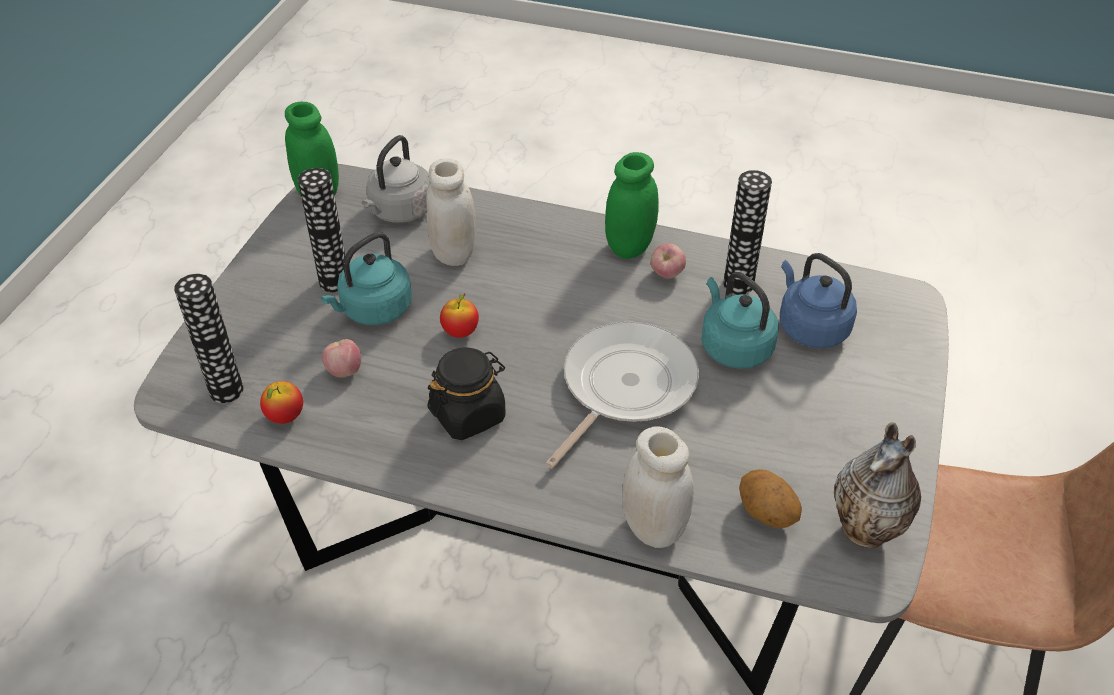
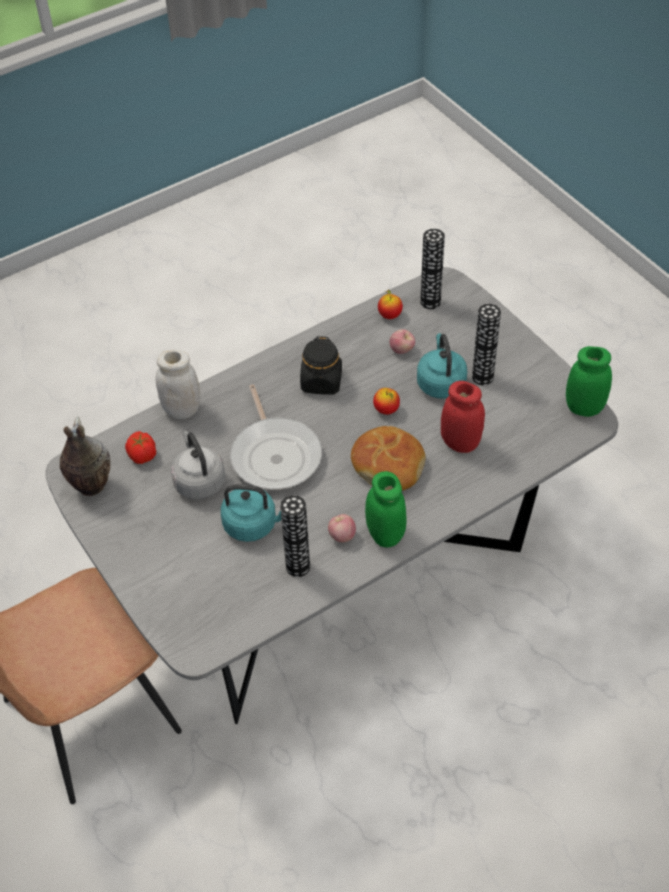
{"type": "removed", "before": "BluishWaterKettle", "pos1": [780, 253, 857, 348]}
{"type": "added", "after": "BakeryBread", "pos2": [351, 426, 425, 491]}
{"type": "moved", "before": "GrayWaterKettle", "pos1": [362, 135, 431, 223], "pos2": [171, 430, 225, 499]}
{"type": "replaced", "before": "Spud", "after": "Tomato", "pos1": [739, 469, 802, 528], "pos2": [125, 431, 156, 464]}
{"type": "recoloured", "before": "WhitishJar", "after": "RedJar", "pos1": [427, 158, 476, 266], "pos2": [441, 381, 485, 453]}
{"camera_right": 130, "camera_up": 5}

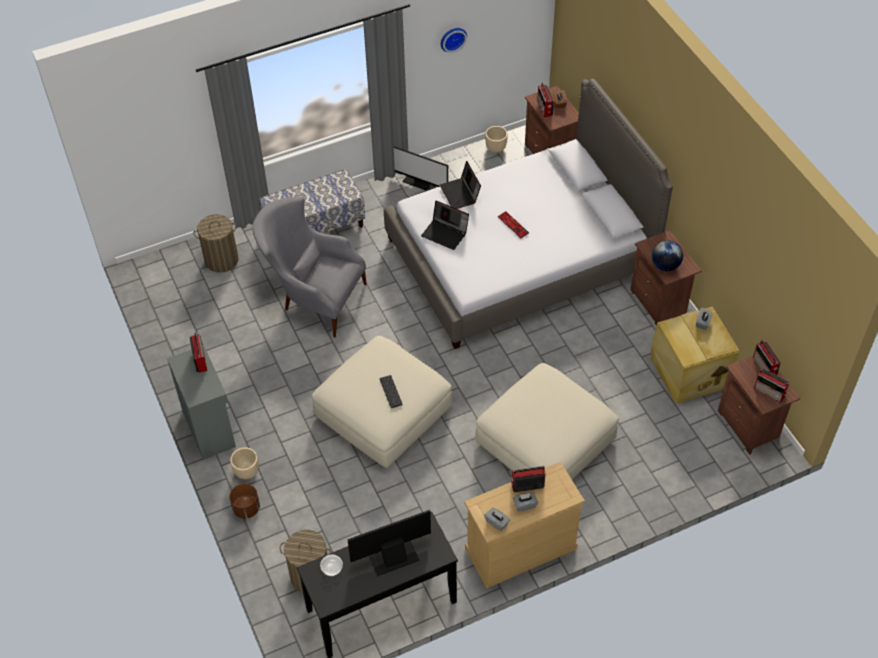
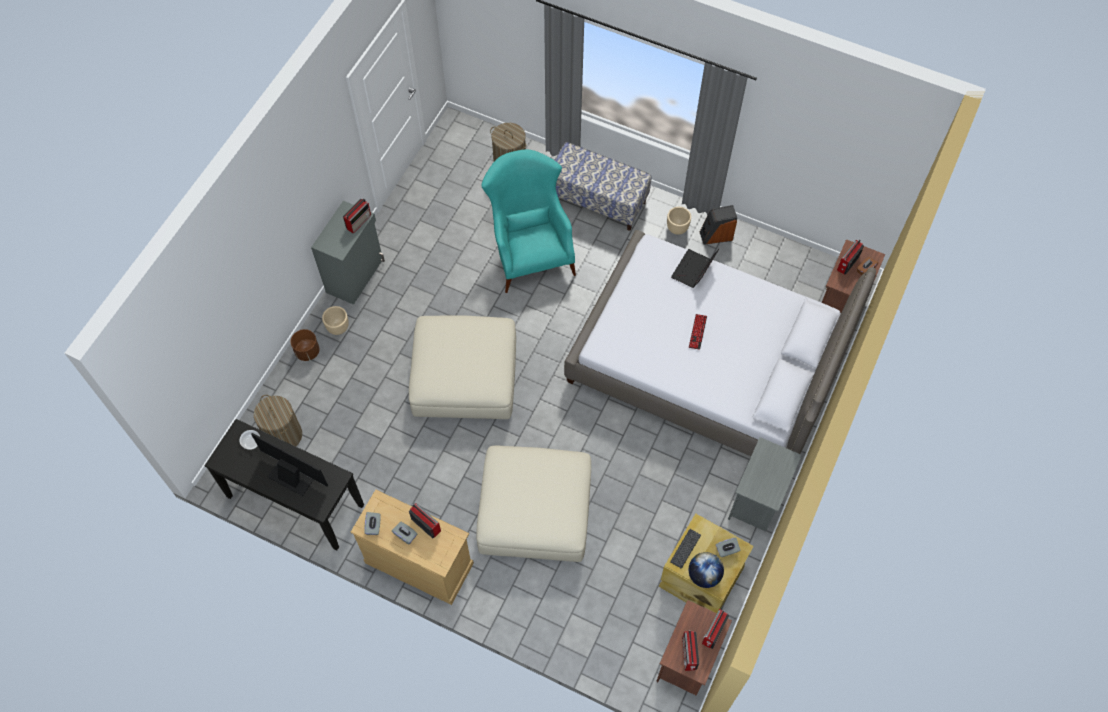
{"type": "removed", "before": "NotebookComputer", "pos1": [421, 201, 469, 250]}
{"type": "removed", "before": "ClockOnTheWall", "pos1": [441, 28, 467, 53]}
{"type": "moved", "before": "PcKeyboard", "pos1": [380, 375, 403, 408], "pos2": [670, 529, 701, 569]}
{"type": "moved", "before": "SandColouredFlowerPot", "pos1": [485, 126, 508, 153], "pos2": [667, 207, 691, 235]}
{"type": "moved", "before": "DeskGlobe", "pos1": [652, 240, 683, 271], "pos2": [689, 552, 724, 588]}
{"type": "replaced", "before": "ComputerScreen", "after": "AudioSpeaker", "pos1": [394, 146, 448, 191], "pos2": [700, 205, 737, 244]}
{"type": "recoloured", "before": "GrayEasyChair", "after": "TurquoiseEasyChair", "pos1": [252, 196, 367, 338], "pos2": [482, 149, 576, 293]}
{"type": "recoloured", "before": "BrownBedsideTable", "after": "GrayBedsideTable", "pos1": [630, 230, 702, 326], "pos2": [728, 437, 802, 531]}
{"camera_right": 50, "camera_up": 10}

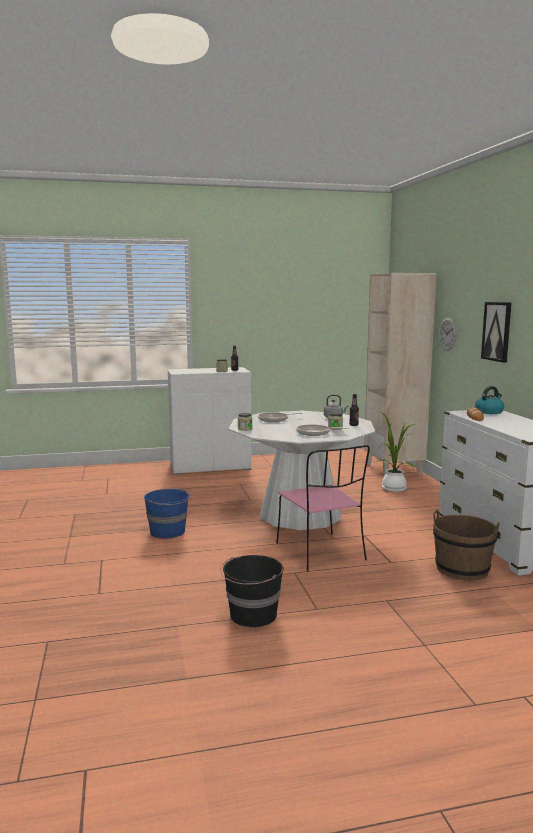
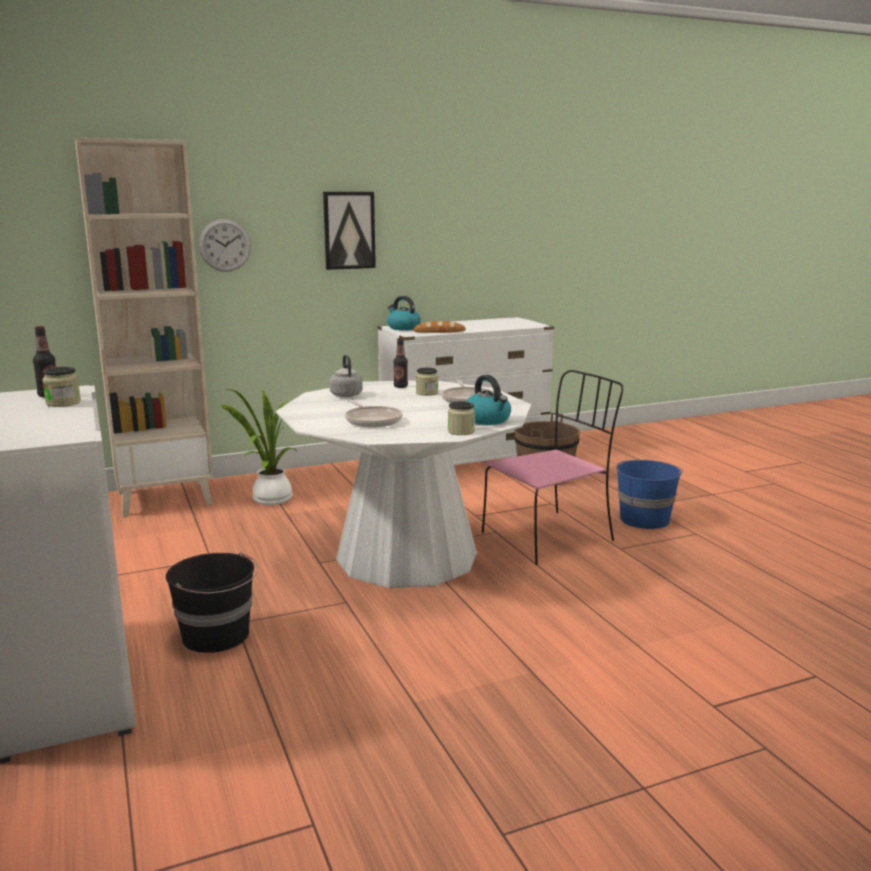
{"type": "added", "after": "WaterKettle", "pos2": [466, 375, 511, 425]}
{"type": "moved", "before": "BluishBucket", "pos1": [144, 489, 191, 539], "pos2": [616, 460, 683, 529]}
{"type": "moved", "before": "BlackColouredBucket", "pos1": [220, 555, 284, 627], "pos2": [166, 553, 258, 653]}
{"camera_right": -100, "camera_up": 5}

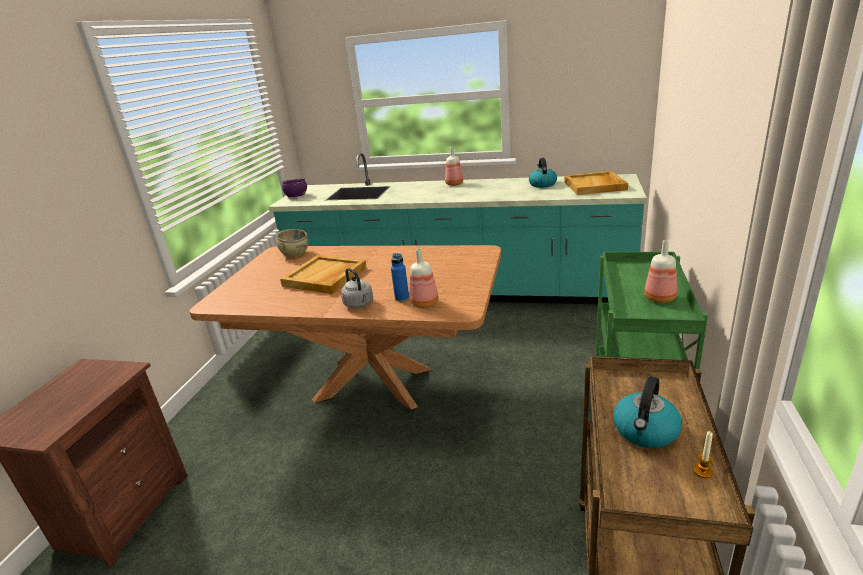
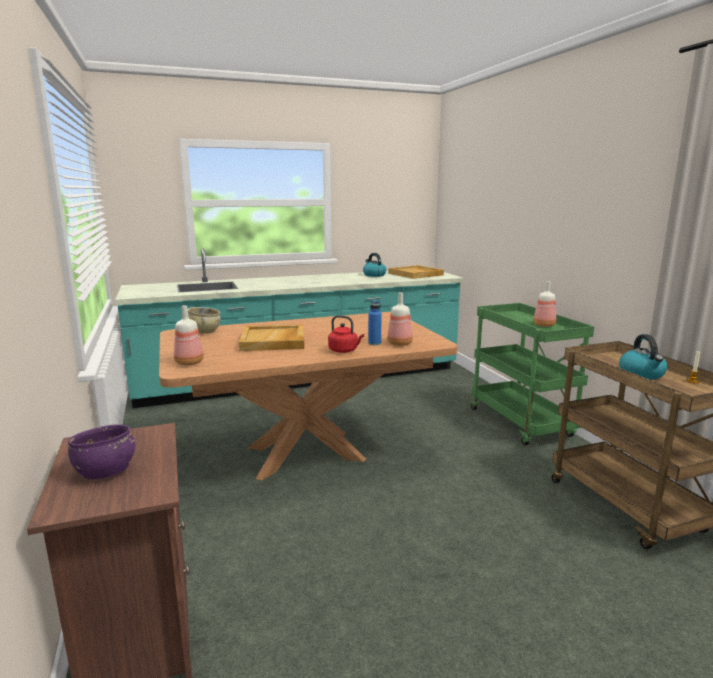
{"type": "moved", "before": "PurpleServingBowl", "pos1": [282, 178, 307, 197], "pos2": [68, 425, 135, 479]}
{"type": "moved", "before": "BeverageBottle", "pos1": [445, 147, 463, 186], "pos2": [174, 305, 204, 365]}
{"type": "recoloured", "before": "GrayWaterKettle", "after": "RedWaterKettle", "pos1": [341, 268, 373, 308], "pos2": [328, 315, 364, 353]}
{"camera_right": -35, "camera_up": -10}

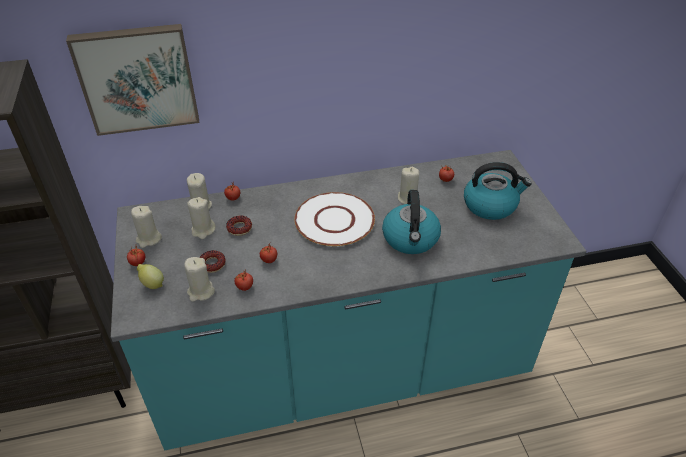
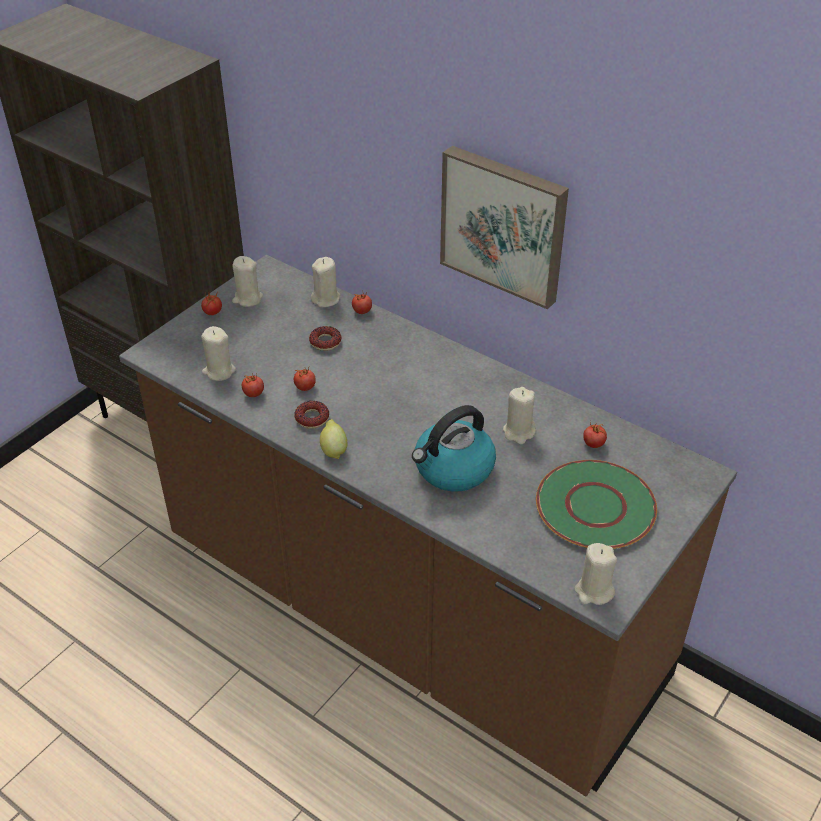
{"type": "removed", "before": "WhitishPlate", "pos1": [294, 192, 375, 246]}
{"type": "moved", "before": "WallArt", "pos1": [66, 24, 199, 136], "pos2": [440, 146, 569, 310]}
{"type": "moved", "before": "Lemon", "pos1": [137, 264, 164, 289], "pos2": [320, 419, 347, 459]}
{"type": "moved", "before": "SandColouredWaxLight", "pos1": [187, 197, 216, 239], "pos2": [575, 543, 617, 605]}
{"type": "moved", "before": "RingDoughnut", "pos1": [199, 250, 226, 273], "pos2": [294, 401, 329, 429]}
{"type": "replaced", "before": "WaterKettle", "after": "GreenishPlate", "pos1": [464, 162, 532, 220], "pos2": [536, 460, 657, 549]}
{"type": "recoloured", "before": "TurquoiseCounter", "after": "BrownCounter", "pos1": [111, 150, 586, 450], "pos2": [119, 255, 737, 796]}
{"camera_right": 50, "camera_up": 0}

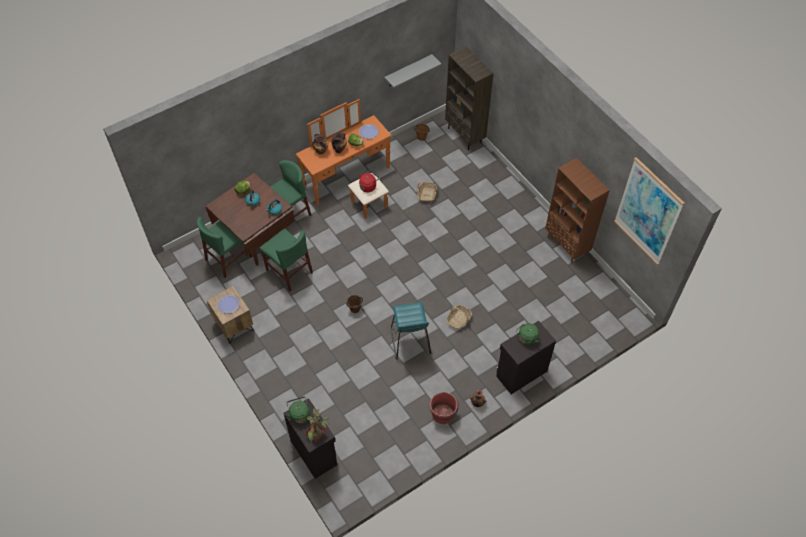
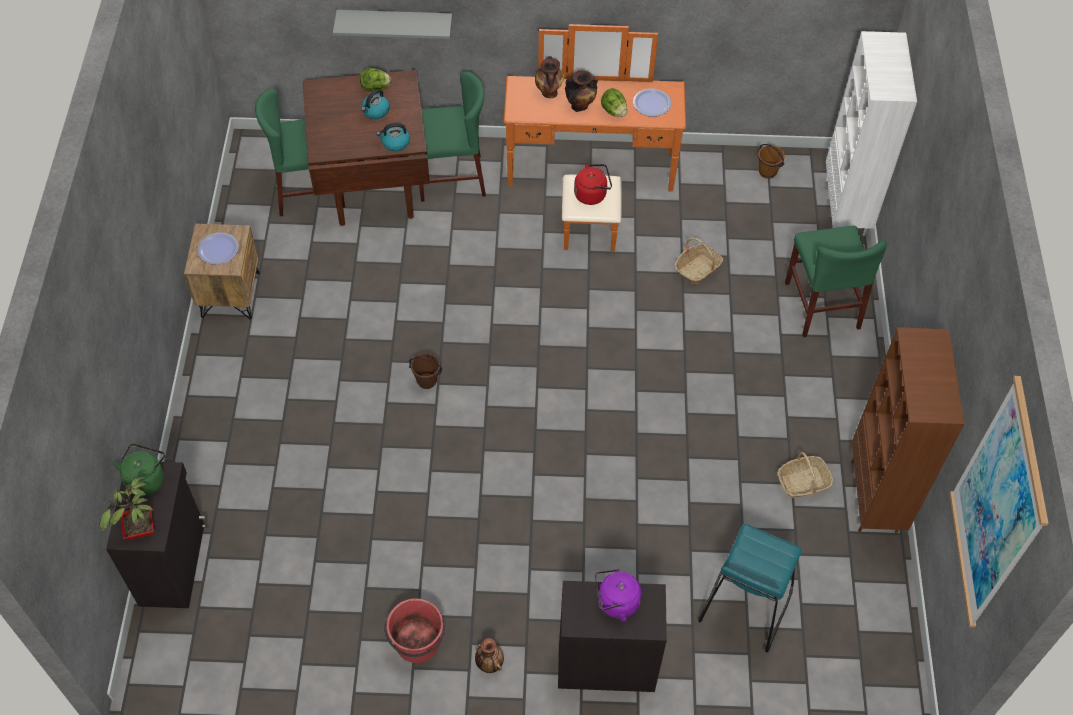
{"type": "moved", "before": "GreenishPlainChair", "pos1": [260, 229, 313, 291], "pos2": [785, 226, 887, 337]}
{"type": "moved", "before": "GrayWallShelf", "pos1": [384, 54, 442, 88], "pos2": [333, 10, 452, 39]}
{"type": "moved", "before": "TurquoiseStool", "pos1": [391, 302, 431, 359], "pos2": [698, 524, 802, 652]}
{"type": "moved", "before": "StorageBasket", "pos1": [446, 305, 472, 329], "pos2": [777, 452, 833, 498]}
{"type": "recoloured", "before": "BrownBookcase", "after": "WhitishBookcase", "pos1": [445, 46, 493, 150], "pos2": [825, 31, 917, 236]}
{"type": "recoloured", "before": "GreenishWaterKettle", "after": "PurpleWaterKettle", "pos1": [516, 323, 540, 345], "pos2": [595, 569, 641, 622]}
{"camera_right": 35, "camera_up": 0}

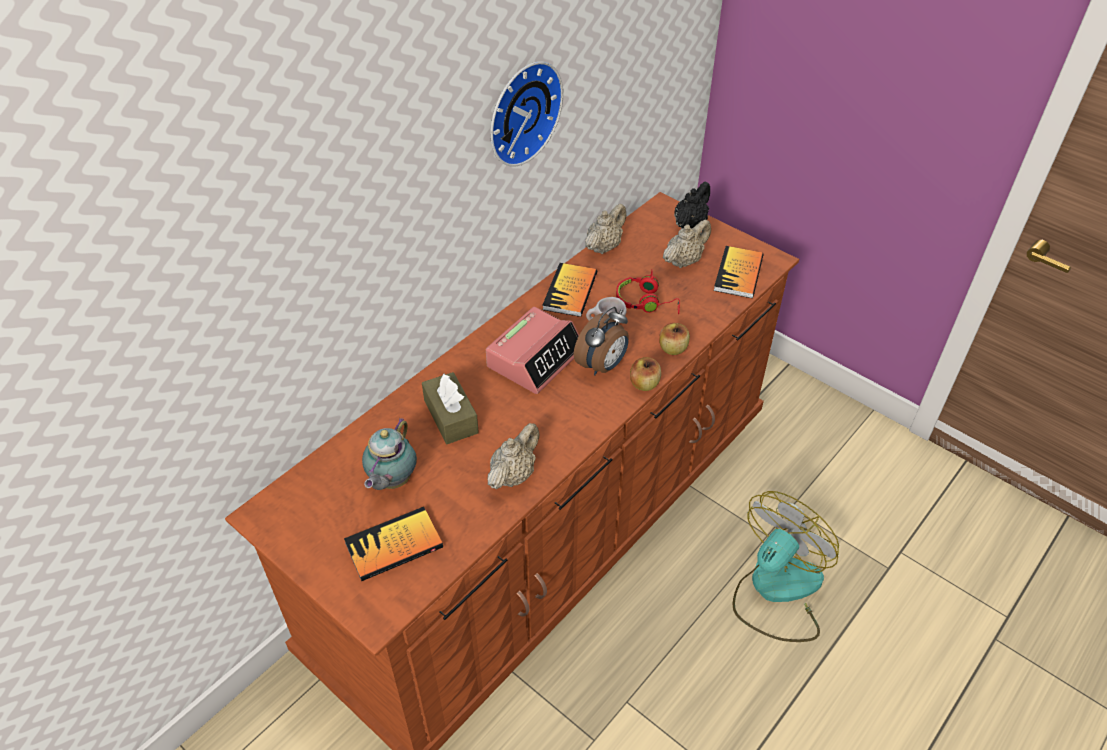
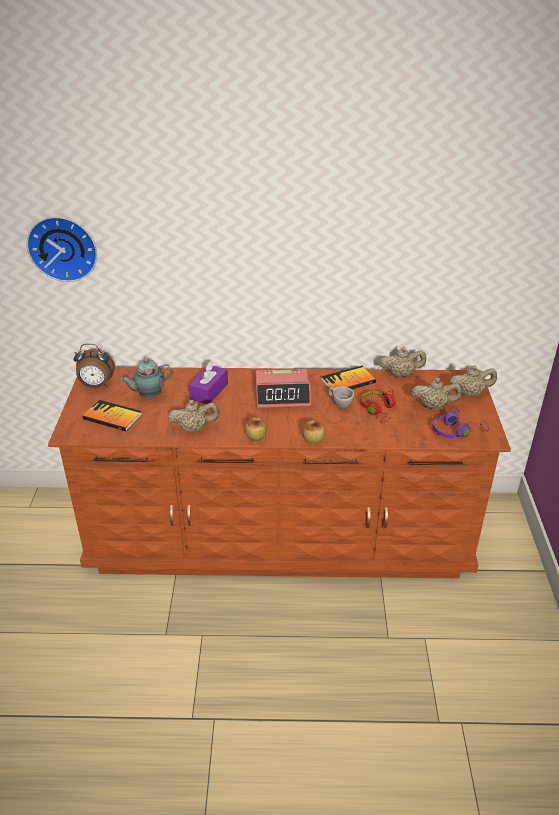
{"type": "removed", "before": "CoolingFan", "pos1": [733, 491, 839, 642]}
{"type": "moved", "before": "ClockOnTheWall", "pos1": [490, 61, 563, 167], "pos2": [26, 217, 97, 282]}
{"type": "moved", "before": "BedsideClock", "pos1": [574, 307, 629, 376], "pos2": [73, 343, 115, 388]}
{"type": "moved", "before": "Apple", "pos1": [659, 323, 690, 355], "pos2": [245, 417, 267, 441]}
{"type": "replaced", "before": "Volume", "after": "PurpleHeadset", "pos1": [714, 246, 764, 298], "pos2": [432, 406, 489, 439]}
{"type": "recoloured", "before": "BrownTissueBox", "after": "PurpleTissueBox", "pos1": [422, 372, 479, 444], "pos2": [189, 361, 228, 404]}
{"type": "recoloured", "before": "BlackColouredTeapot", "after": "SandColouredTeapot", "pos1": [674, 182, 710, 229], "pos2": [450, 365, 497, 397]}
{"camera_right": 50, "camera_up": -10}

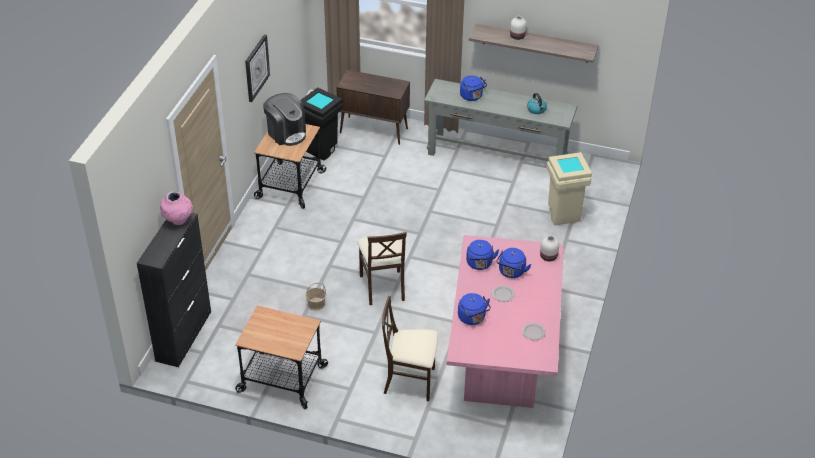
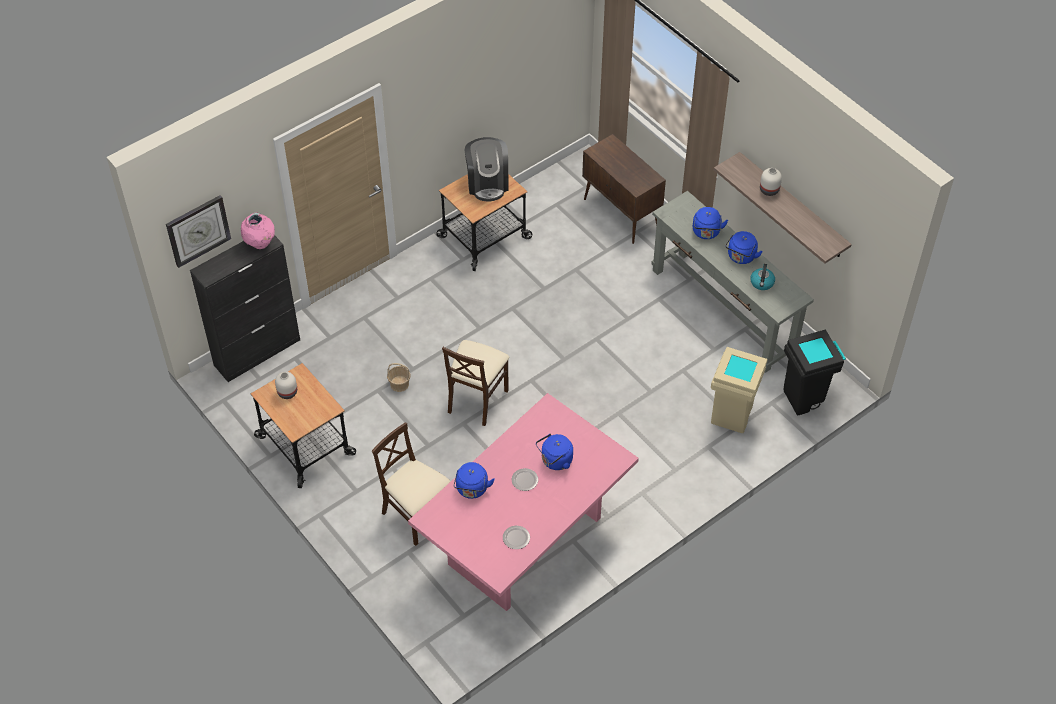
{"type": "moved", "before": "ClockOnTheWall", "pos1": [245, 35, 270, 102], "pos2": [166, 195, 231, 268]}
{"type": "moved", "before": "BlackColouredRubbishBin", "pos1": [300, 87, 343, 160], "pos2": [783, 330, 846, 415]}
{"type": "moved", "before": "BluishWaterKettle", "pos1": [466, 240, 499, 270], "pos2": [725, 231, 763, 264]}
{"type": "moved", "before": "WhitishDecorativeVase", "pos1": [540, 236, 559, 262], "pos2": [275, 372, 297, 399]}
{"camera_right": 35, "camera_up": 10}

